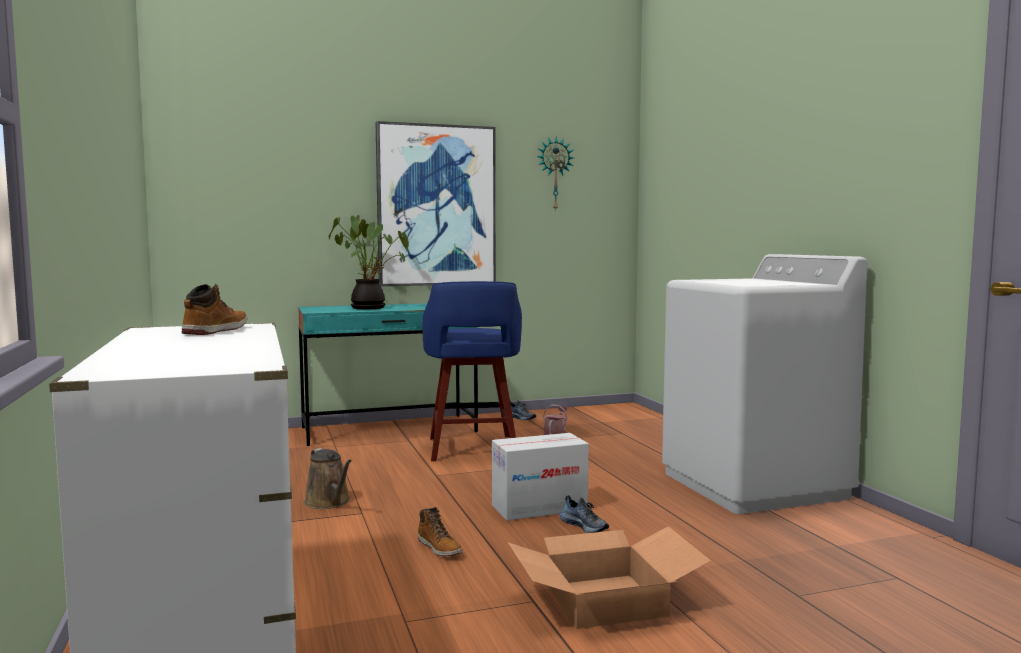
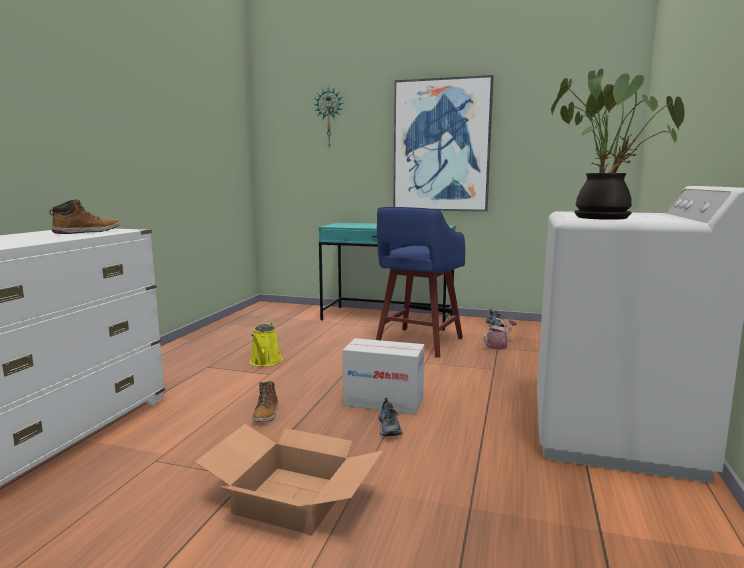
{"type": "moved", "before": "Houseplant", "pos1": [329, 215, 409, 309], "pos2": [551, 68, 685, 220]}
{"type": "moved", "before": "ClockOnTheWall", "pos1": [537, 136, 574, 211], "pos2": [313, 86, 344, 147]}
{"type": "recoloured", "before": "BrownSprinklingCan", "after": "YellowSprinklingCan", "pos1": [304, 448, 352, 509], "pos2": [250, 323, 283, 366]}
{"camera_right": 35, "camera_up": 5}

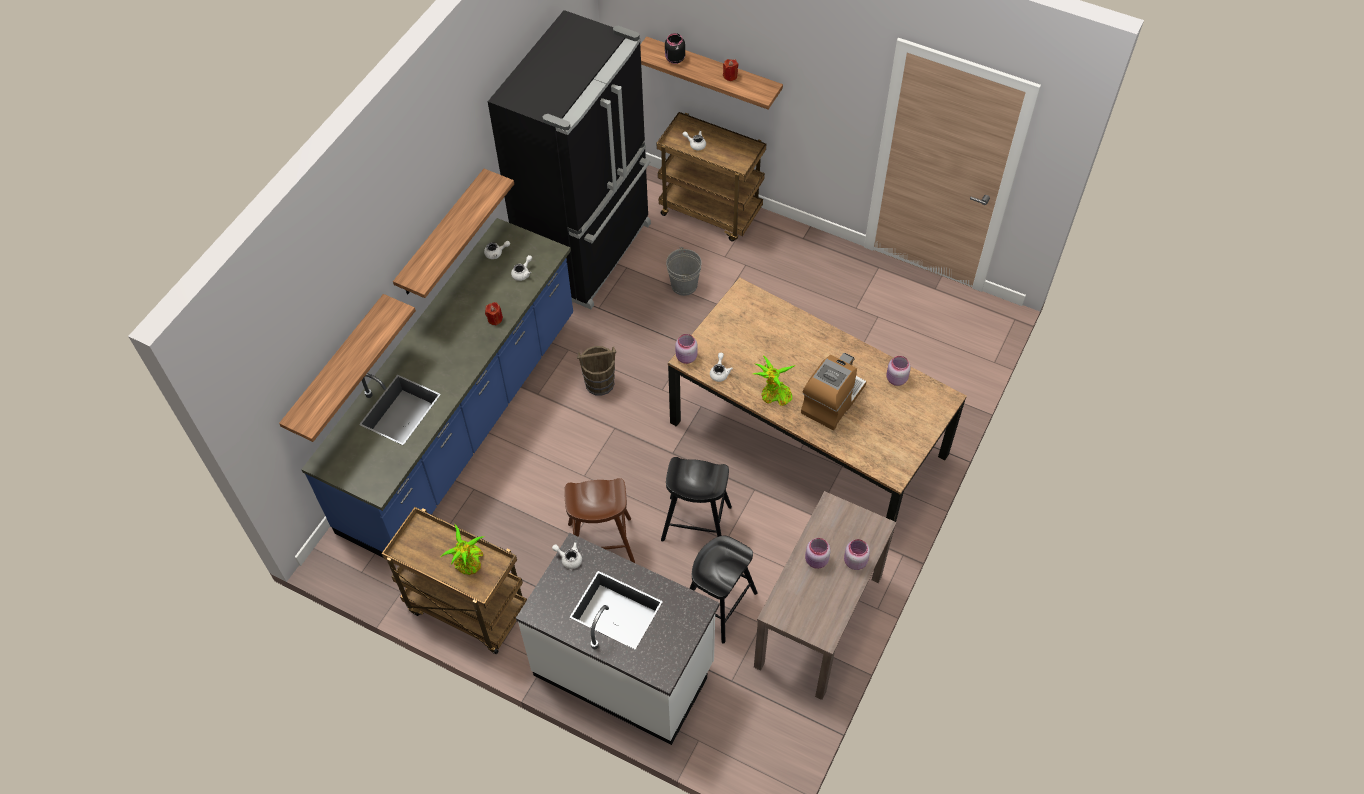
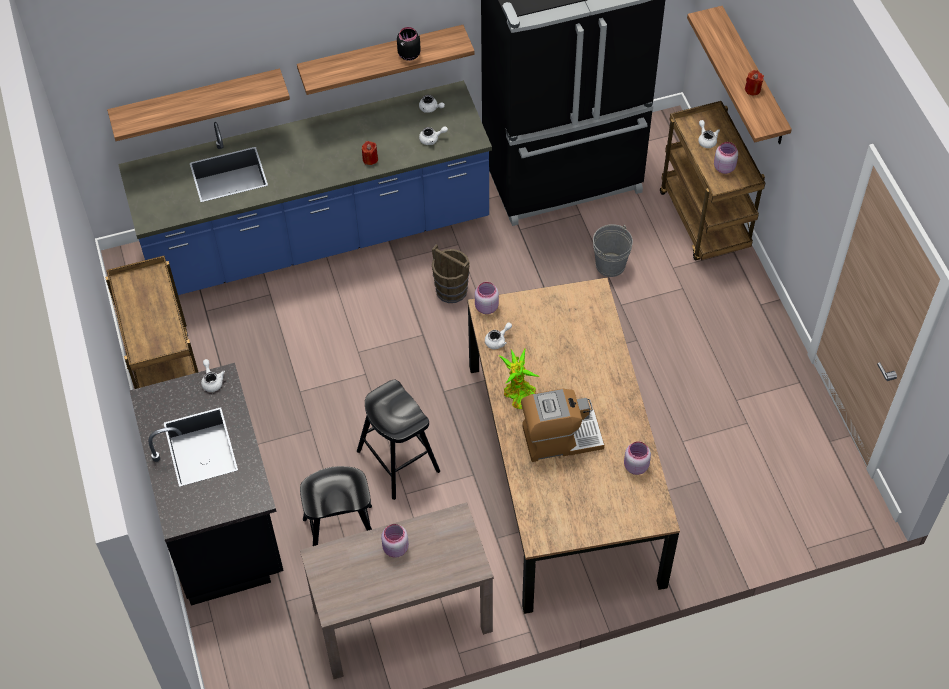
{"type": "removed", "before": "Houseplant", "pos1": [441, 524, 484, 575]}
{"type": "removed", "before": "BrownStool", "pos1": [564, 478, 635, 563]}
{"type": "moved", "before": "BlackColouredJar", "pos1": [665, 33, 685, 64], "pos2": [397, 27, 421, 61]}
{"type": "moved", "before": "PinkColouredJar", "pos1": [844, 539, 870, 570], "pos2": [714, 142, 738, 174]}
{"type": "recoloured", "before": "WhitishCounter", "after": "BlackColouredCounter", "pos1": [516, 533, 720, 745], "pos2": [130, 363, 284, 606]}
{"camera_right": 45, "camera_up": 0}

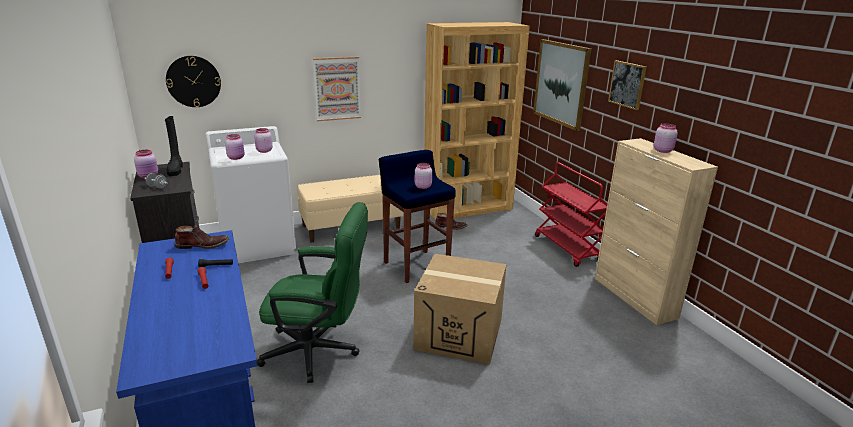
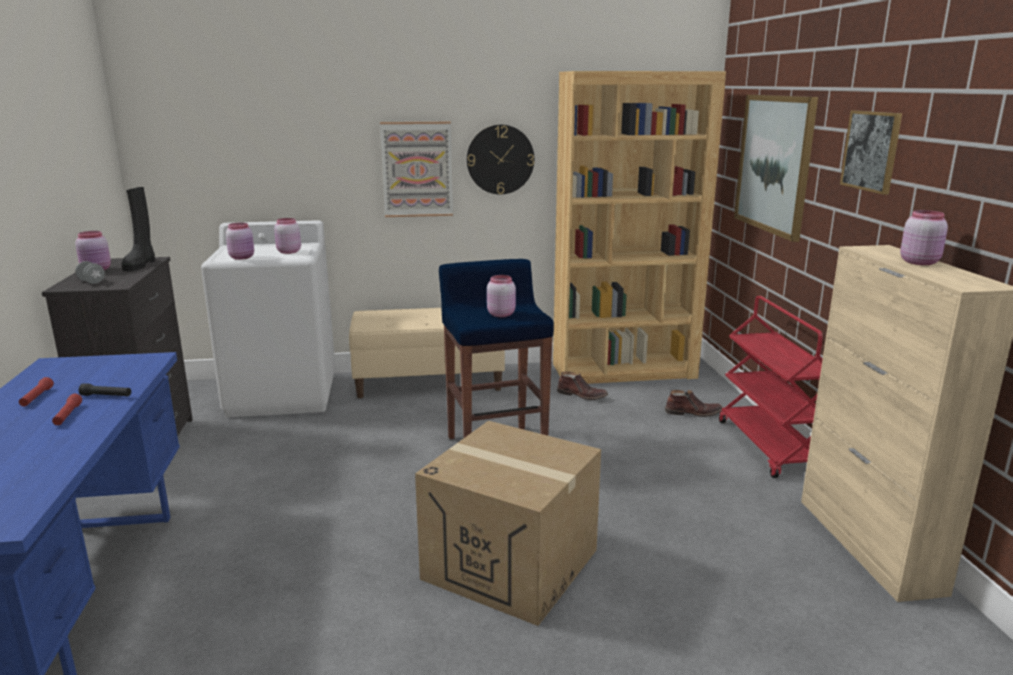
{"type": "removed", "before": "GreenishComputerChair", "pos1": [257, 202, 368, 383]}
{"type": "moved", "before": "ClockOnTheWall", "pos1": [166, 56, 221, 107], "pos2": [467, 125, 534, 194]}
{"type": "moved", "before": "BrownHighTopBoot", "pos1": [175, 225, 230, 249], "pos2": [665, 390, 723, 417]}
{"camera_right": 15, "camera_up": -5}

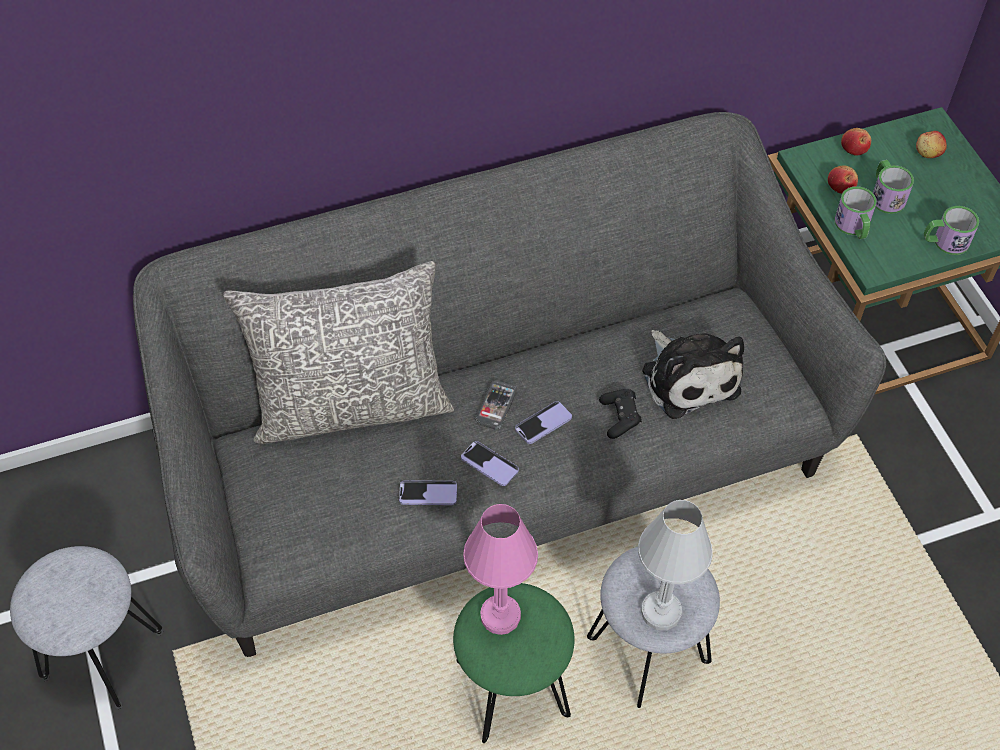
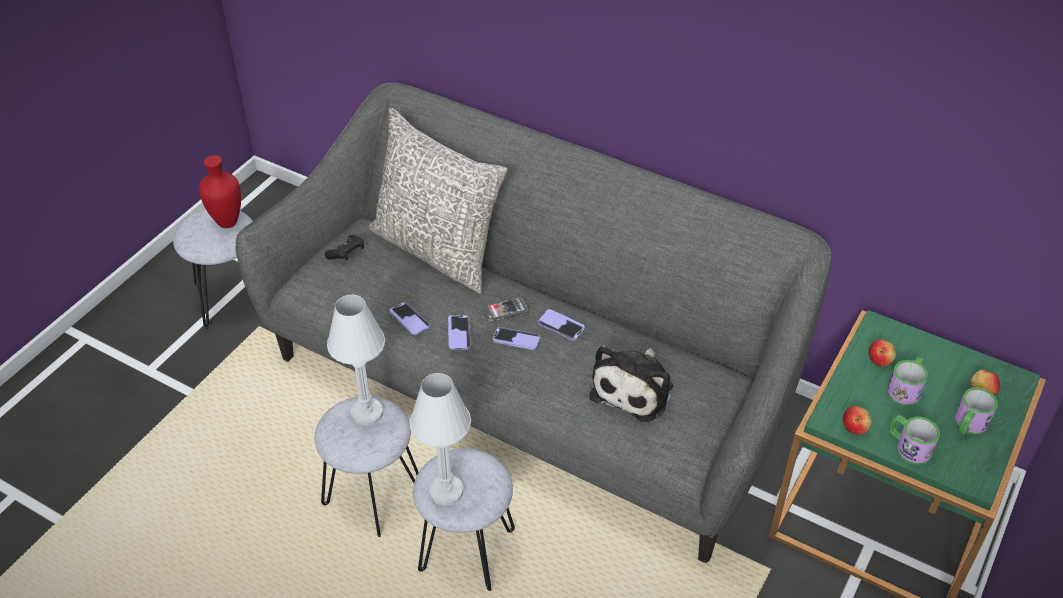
{"type": "added", "after": "RedDecorativeVase", "pos2": [199, 155, 241, 228]}
{"type": "added", "after": "Phone", "pos2": [538, 309, 585, 341]}
{"type": "moved", "before": "BlackColouredGamepad", "pos1": [599, 389, 642, 439], "pos2": [325, 235, 364, 260]}
{"type": "moved", "before": "CoffeeMug", "pos1": [834, 186, 877, 239], "pos2": [955, 387, 998, 435]}
{"type": "moved", "before": "Apple", "pos1": [841, 128, 871, 156], "pos2": [843, 406, 872, 435]}
{"type": "recoloured", "before": "GreenishStool", "after": "GrayStool", "pos1": [453, 583, 575, 743], "pos2": [315, 396, 419, 537]}
{"type": "recoloured", "before": "PinkColouredTableLamp", "after": "WhitishTableLamp", "pos1": [463, 504, 538, 635], "pos2": [327, 295, 385, 426]}
{"camera_right": 50, "camera_up": -10}

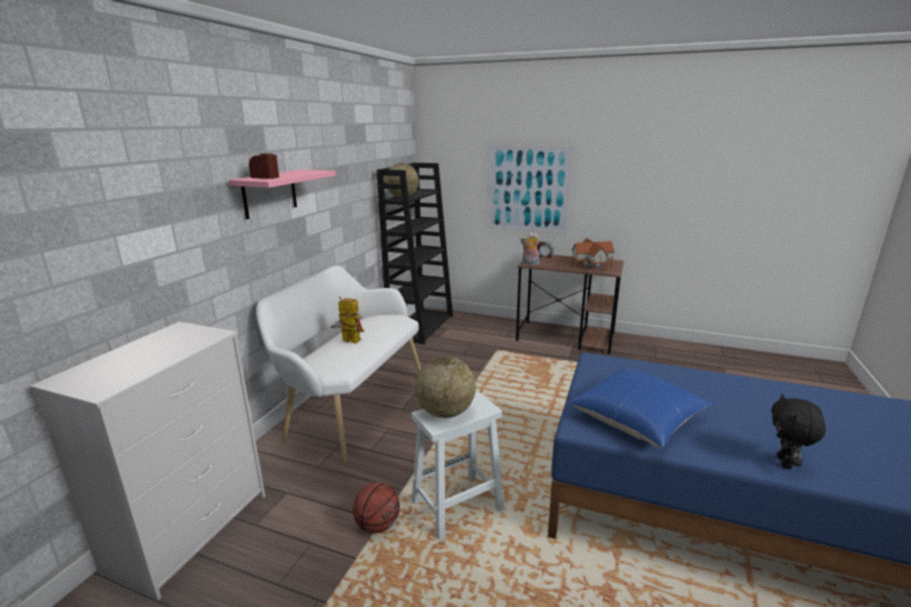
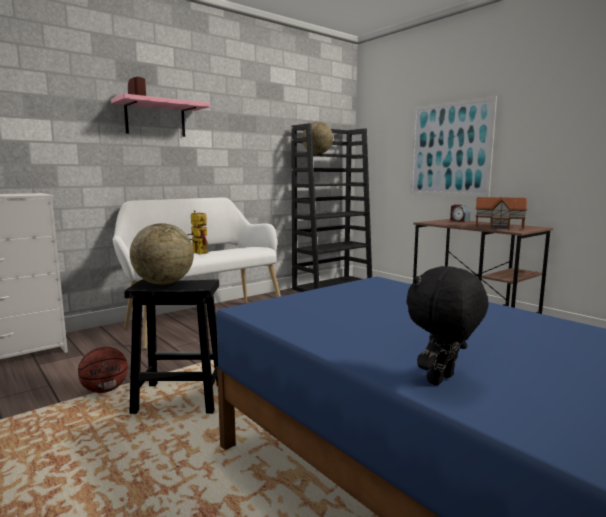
{"type": "removed", "before": "SoftToy", "pos1": [520, 232, 539, 266]}
{"type": "removed", "before": "BluishPillow", "pos1": [570, 368, 712, 448]}
{"type": "recoloured", "before": "WhitishStool", "after": "BlackColouredStool", "pos1": [411, 391, 504, 540], "pos2": [124, 279, 219, 414]}
{"camera_right": 30, "camera_up": -10}

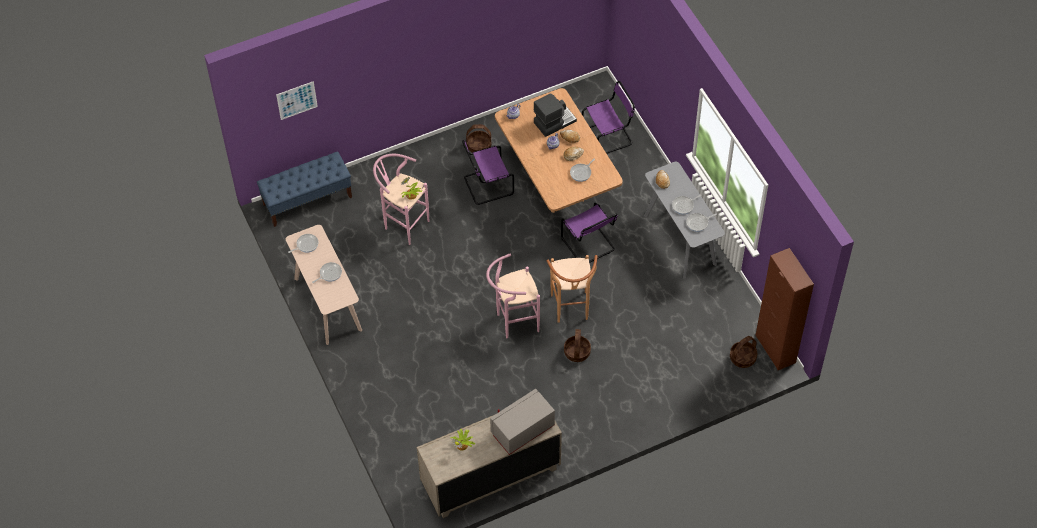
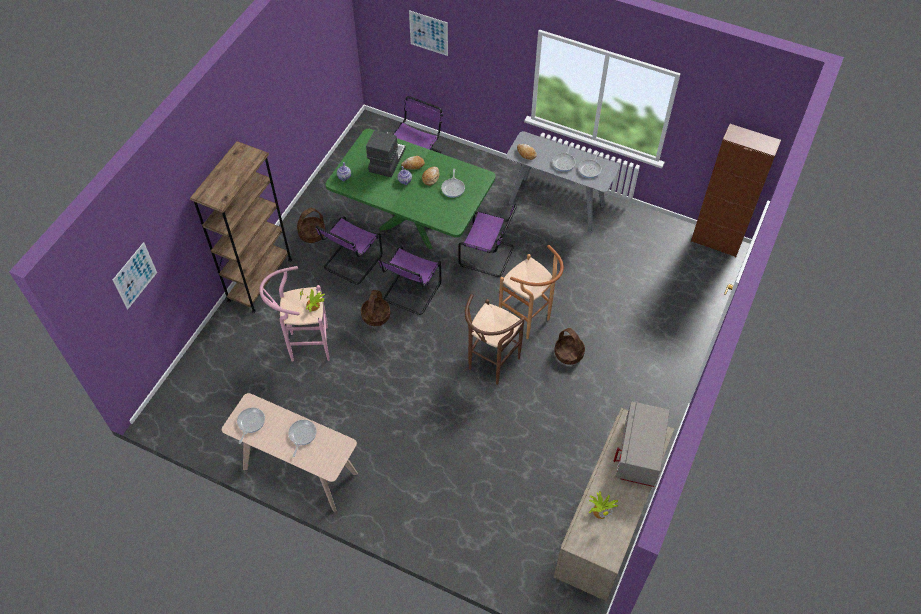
{"type": "removed", "before": "BluishBench", "pos1": [257, 151, 352, 227]}
{"type": "added", "after": "BrownBookcase", "pos2": [190, 141, 292, 313]}
{"type": "added", "after": "PurplePlainChair", "pos2": [378, 246, 441, 315]}
{"type": "added", "after": "WallArt", "pos2": [409, 10, 448, 56]}
{"type": "moved", "before": "StorageBasket", "pos1": [730, 336, 757, 368], "pos2": [361, 290, 390, 326]}
{"type": "recoloured", "before": "PinkColouredStool", "after": "BrownStool", "pos1": [486, 254, 540, 339], "pos2": [465, 294, 524, 385]}
{"type": "recoloured", "before": "BrownKitchenTable", "after": "GreenishKitchenTable", "pos1": [495, 88, 623, 213], "pos2": [326, 129, 495, 250]}
{"camera_right": -40, "camera_up": 0}

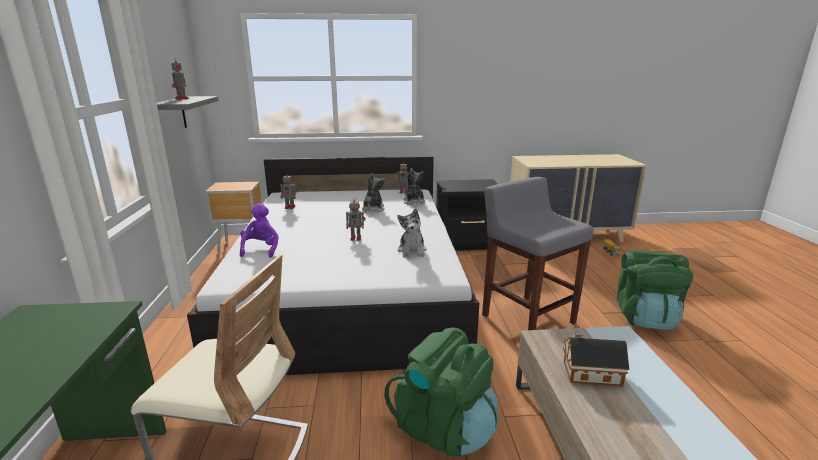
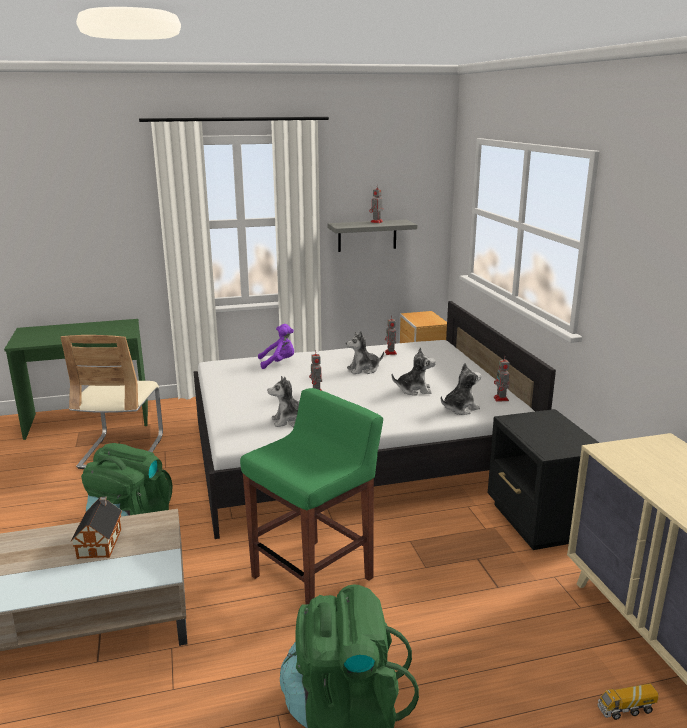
{"type": "added", "after": "SoftToy", "pos2": [346, 331, 384, 374]}
{"type": "recoloured", "before": "GrayStool", "after": "GreenishStool", "pos1": [482, 177, 593, 330], "pos2": [240, 388, 383, 604]}
{"camera_right": 80, "camera_up": 0}

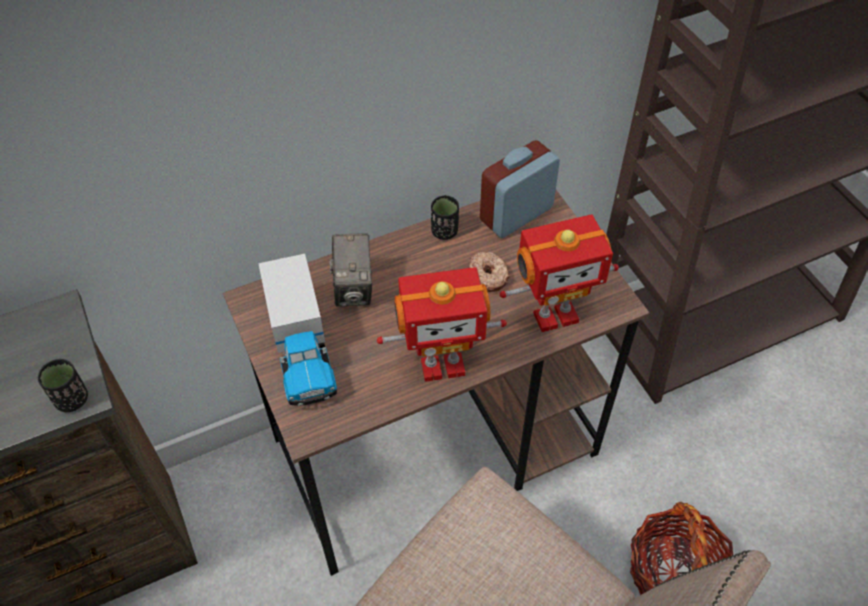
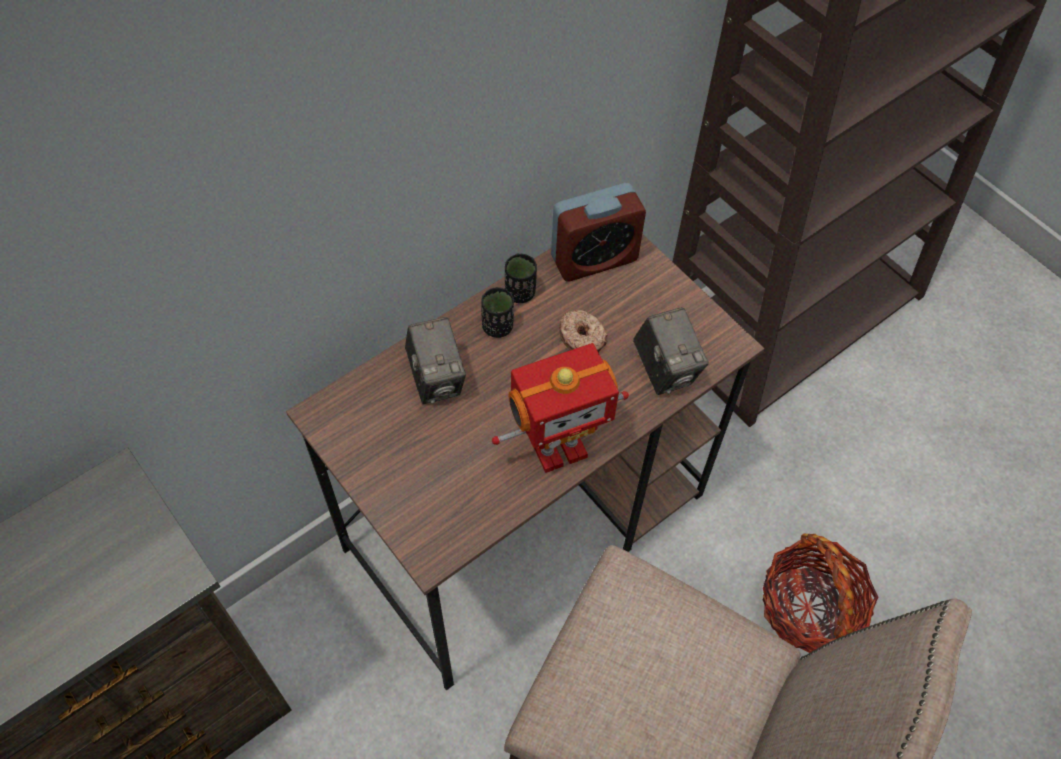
{"type": "removed", "before": "ToyTruck", "pos1": [258, 254, 337, 406]}
{"type": "moved", "before": "BlackColouredSmallCup", "pos1": [38, 359, 88, 412], "pos2": [481, 287, 514, 338]}
{"type": "replaced", "before": "ToyRobot", "after": "StillCamera", "pos1": [499, 214, 619, 332], "pos2": [633, 307, 709, 395]}
{"type": "turned", "before": "BedsideClock", "pos1": [480, 140, 560, 238], "pos2": [551, 183, 646, 282], "turn": -150}
{"camera_right": -15, "camera_up": 5}

